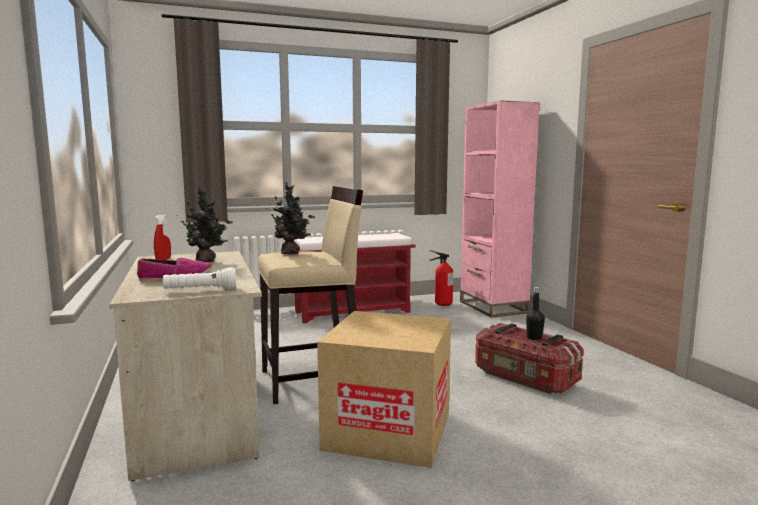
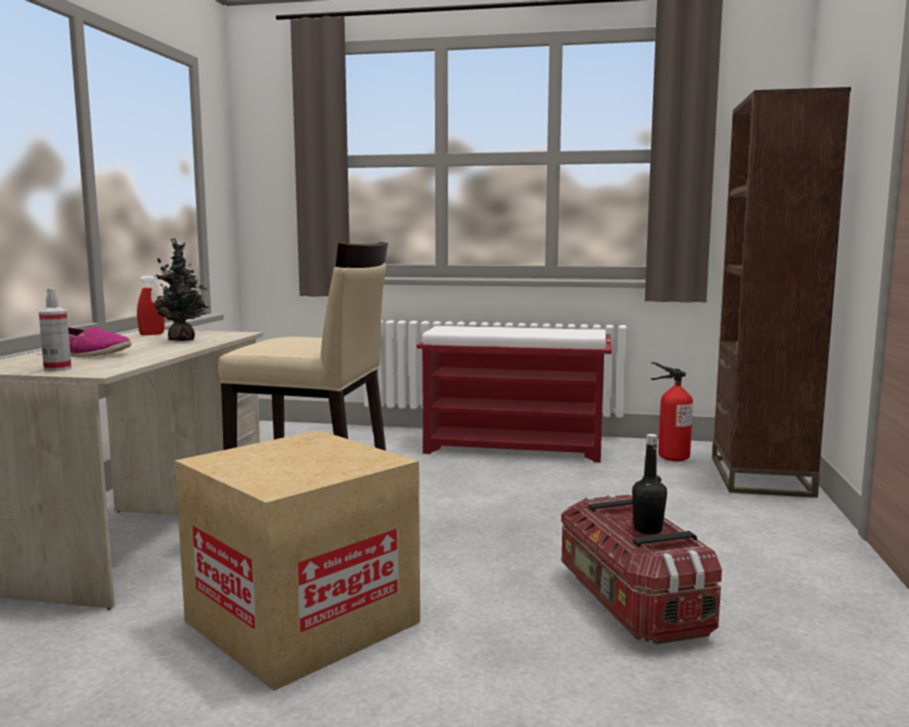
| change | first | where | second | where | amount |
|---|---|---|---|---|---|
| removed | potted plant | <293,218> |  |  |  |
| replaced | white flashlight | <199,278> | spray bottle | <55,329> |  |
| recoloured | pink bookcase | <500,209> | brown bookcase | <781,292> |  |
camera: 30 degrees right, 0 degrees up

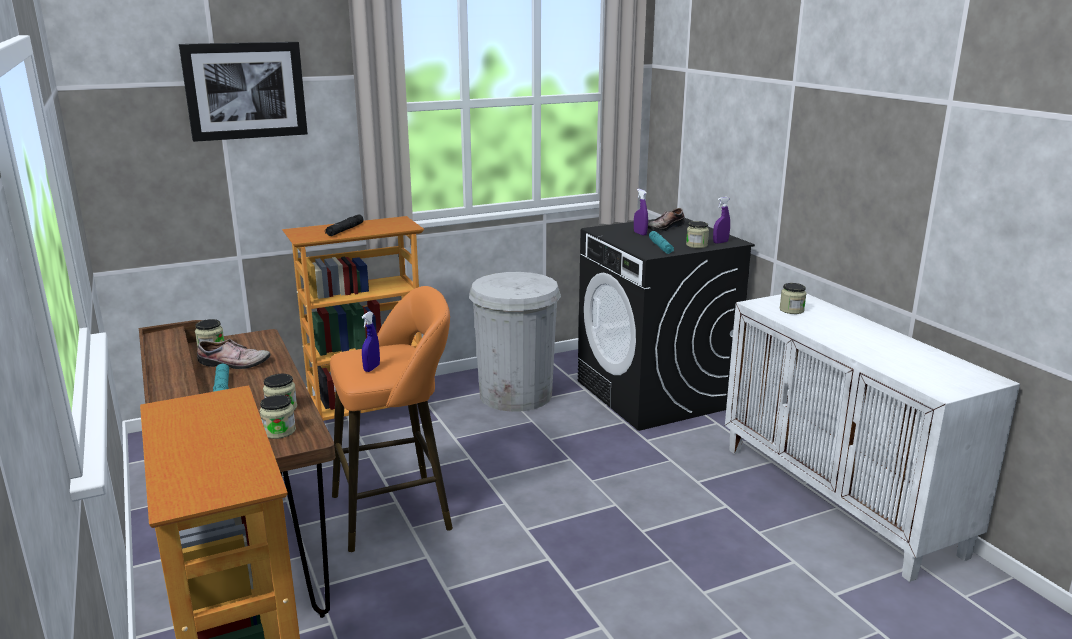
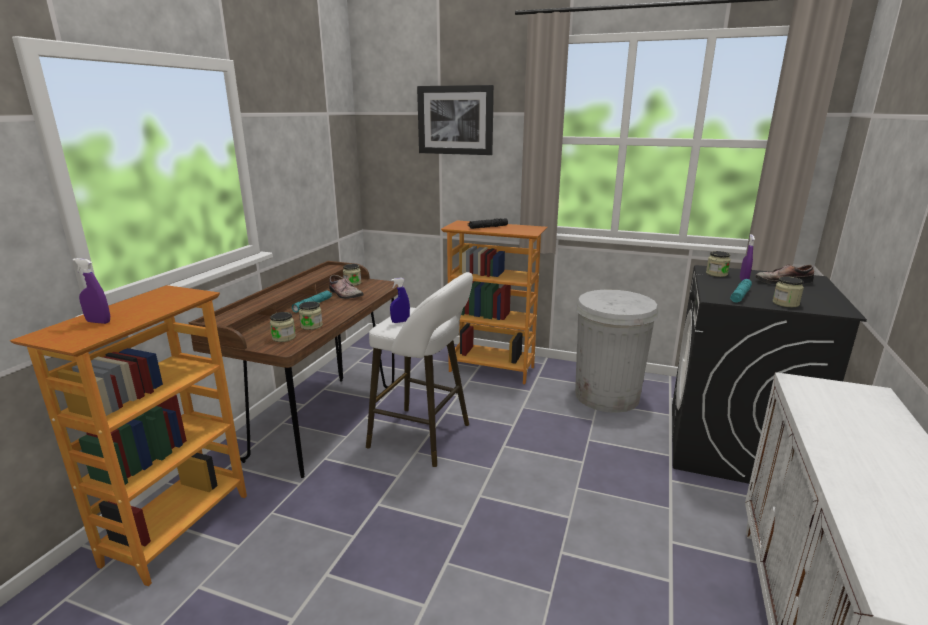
| change | first | where | second | where | amount |
|---|---|---|---|---|---|
| moved | purple spray bottle | <721,220> |  | <91,291> |  |
| moved | jar | <793,298> |  | <718,264> |  |
| recoloured | orange stool | <391,419> | white stool | <419,369> |  |
camera: 45 degrees right, 0 degrees up

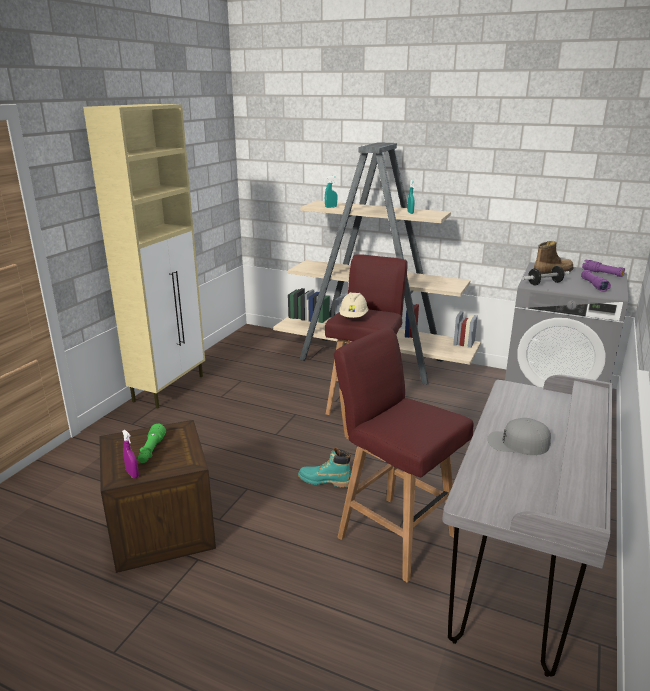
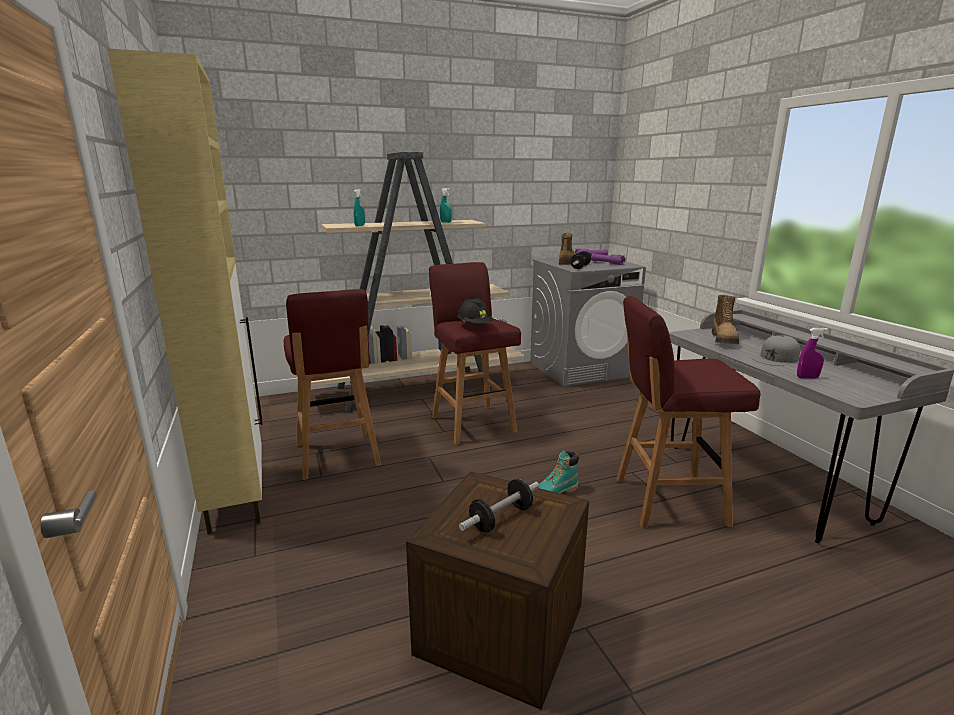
| change | first | where | second | where | amount |
|---|---|---|---|---|---|
| added |  |  | red stool | <332,384> |  |
| added |  |  | boot | <725,319> |  |
| moved | purple spray bottle | <130,454> |  | <812,353> |  |
| replaced | green flashlight | <152,443> | dumbbell | <499,505> |  |
| recoloured | beige hard hat | <353,305> | black hard hat | <476,311> |  |
camera: 45 degrees left, 5 degrees down

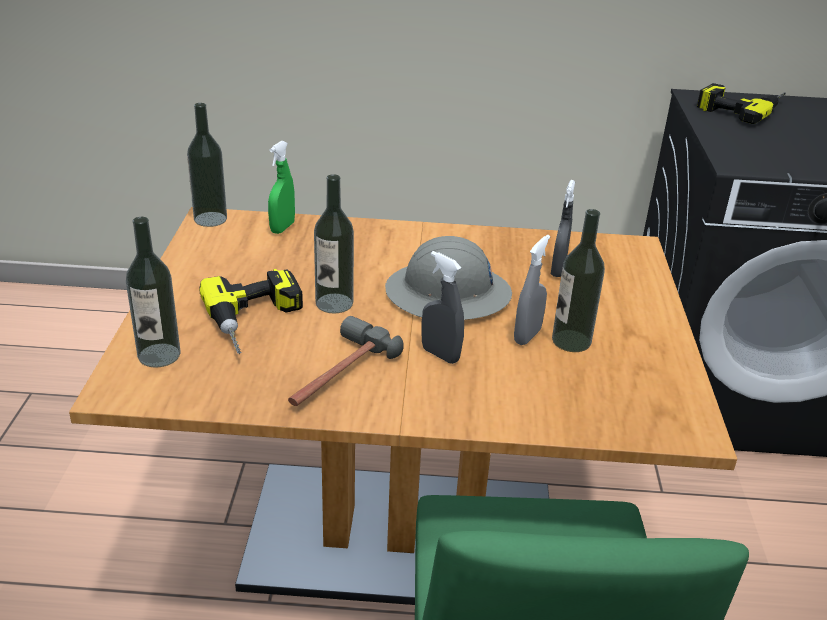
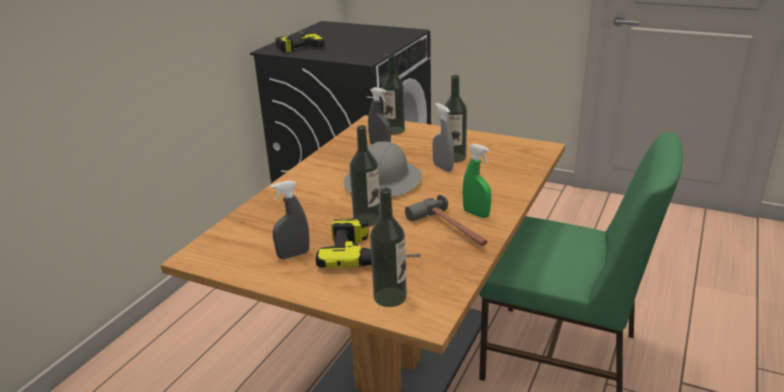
| change | first | where | second | where | amount |
|---|---|---|---|---|---|
| moved | bottle | <207,165> |  | <393,94> |  |
| moved | green spray bottle | <281,187> |  | <476,180> |  |
| moved | grey spray bottle | <442,307> |  | <290,219> |  |
camera: 65 degrees left, 5 degrees down

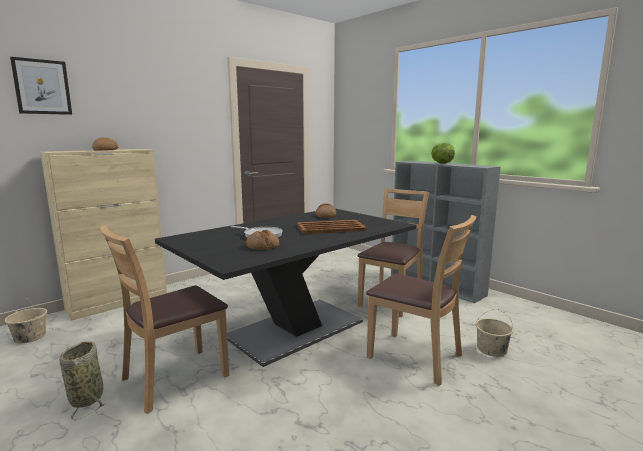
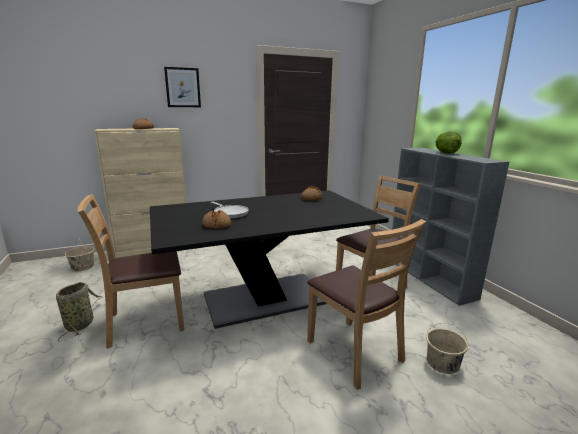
| change | first | where | second | where | amount |
|---|---|---|---|---|---|
| removed | brown tray | <332,227> |  |  |  |
| moved | picture | <41,86> |  | <182,87> |  |
camera: 20 degrees right, 5 degrees up

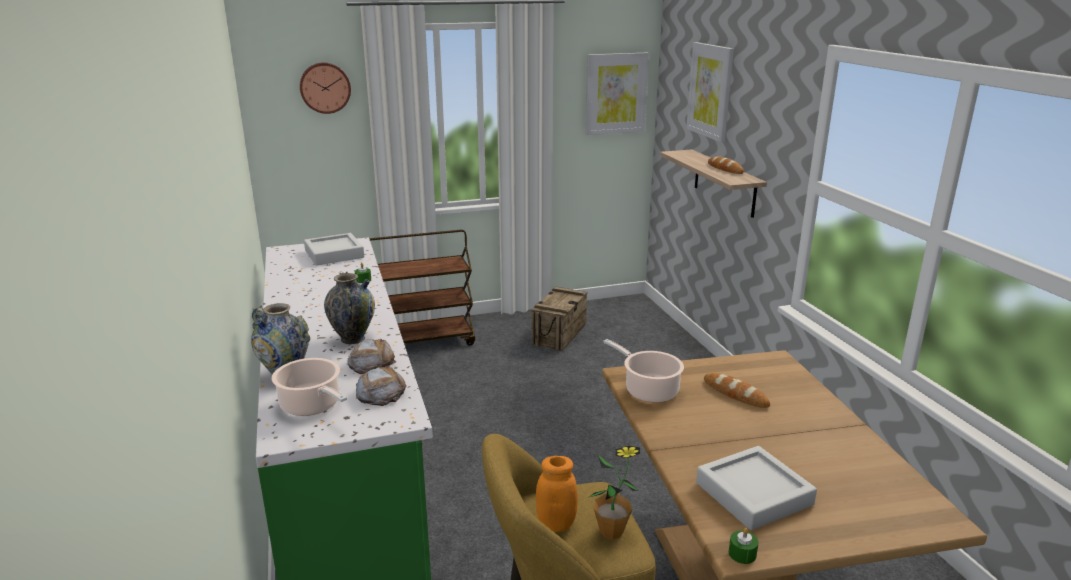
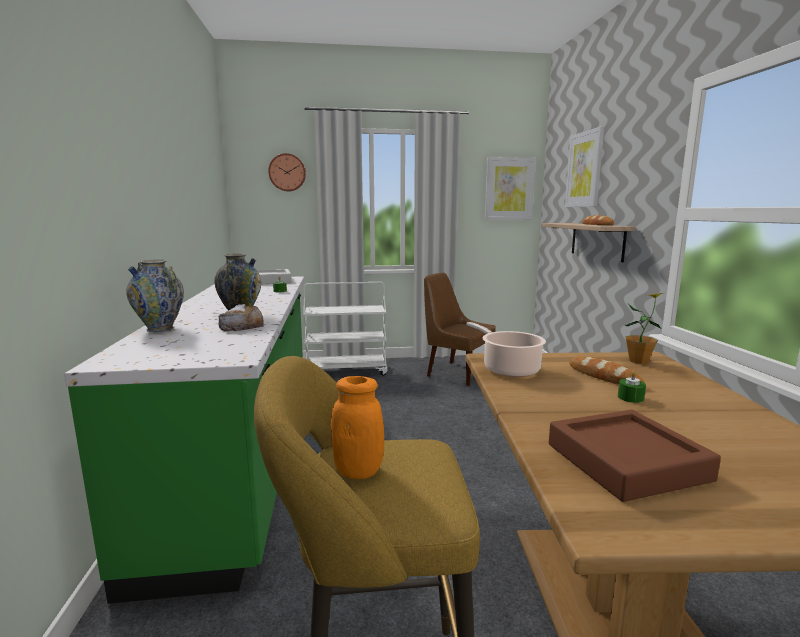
| change | first | where | second | where | amount |
|---|---|---|---|---|---|
| removed | cooking pot | <309,387> |  |  |  |
| removed | bread | <381,386> |  |  |  |
| moved | potted plant | <614,492> |  | <644,328> |  |
| moved | green candle | <743,546> |  | <632,387> |  |
| replaced | crate | <559,319> | brown chair | <460,329> |  |
| recoloured | brown cart | <422,288> | white cart | <345,329> |  |
| recoloured | grey tray | <756,488> | brown tray | <635,456> |  |
camera: 10 degrees right, 10 degrees down

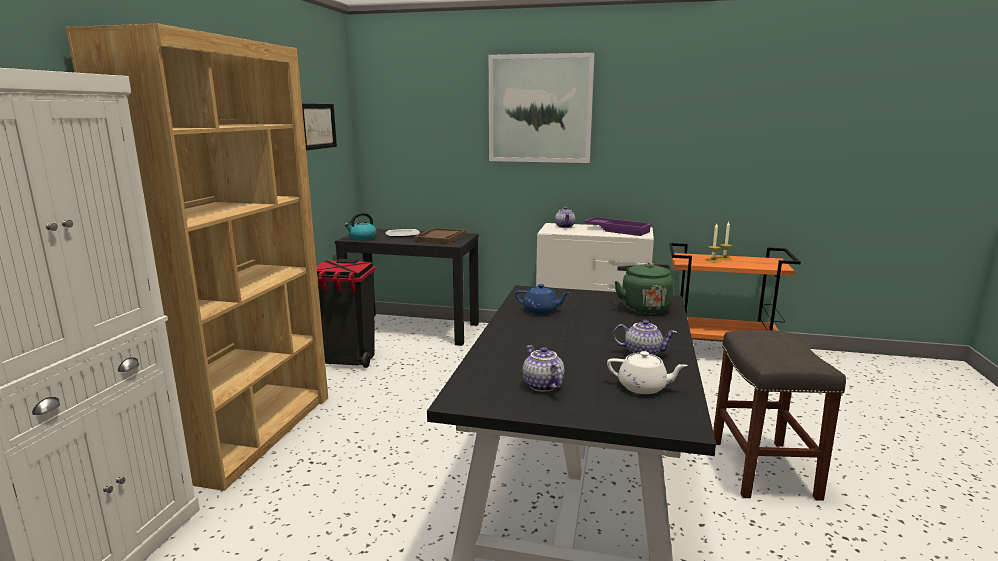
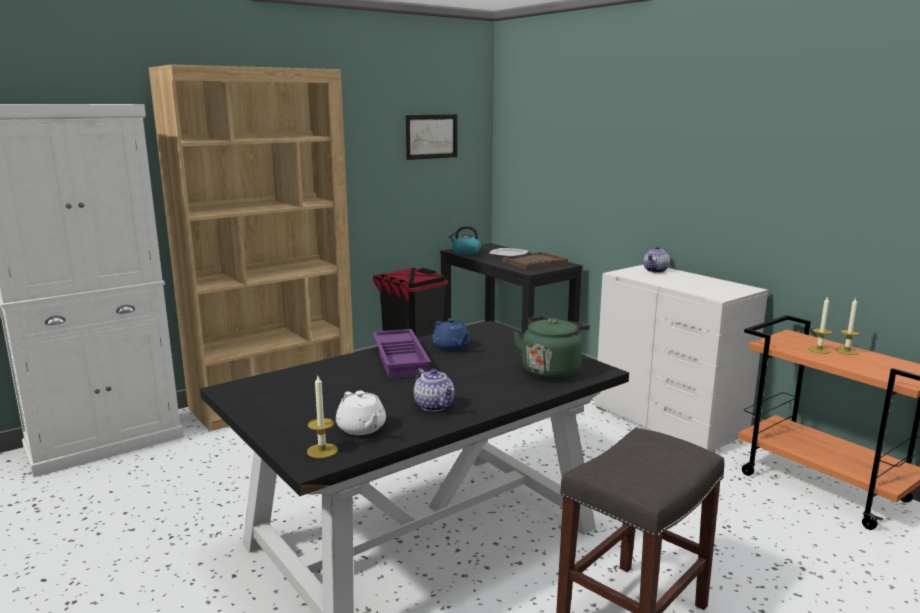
| change | first | where | second | where | amount |
|---|---|---|---|---|---|
| removed | picture | <541,108> |  |  |  |
| removed | teapot | <544,368> |  |  |  |
| added |  |  | candle | <322,417> |  |
| moved | purple tray | <618,226> |  | <401,354> |  |
camera: 40 degrees right, 0 degrees up

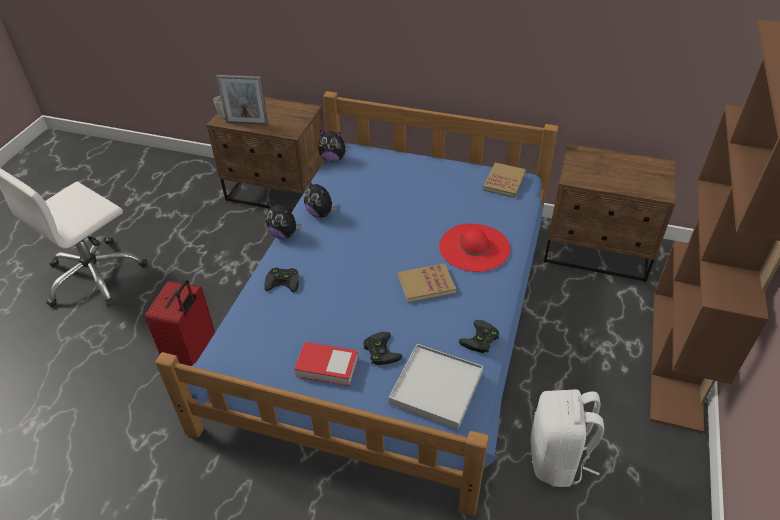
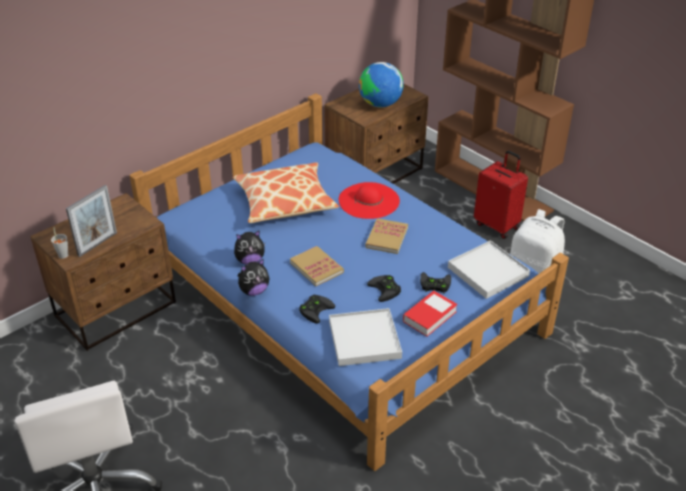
| change | first | where | second | where | amount |
|---|---|---|---|---|---|
| removed | plush toy | <334,146> |  |  |  |
| added |  |  | pillow | <286,192> |  |
| added |  |  | white tray | <365,337> |  |
| added |  |  | globe | <381,85> |  |
| moved | red suitcase | <180,323> |  | <501,194> |  |
| moved | black game controller | <479,336> |  | <384,288> |  |
| moved | book | <504,180> |  | <317,266> |  |
camera: 60 degrees left, 5 degrees down

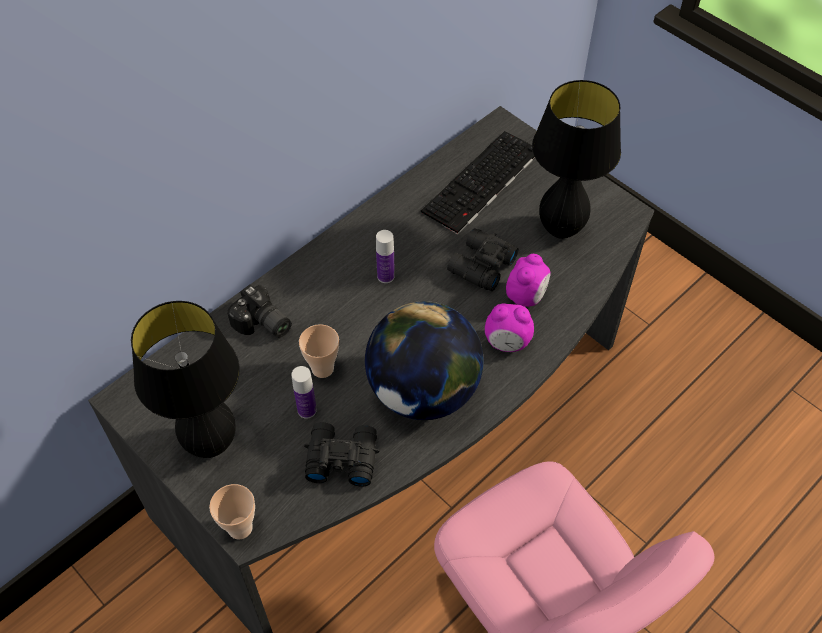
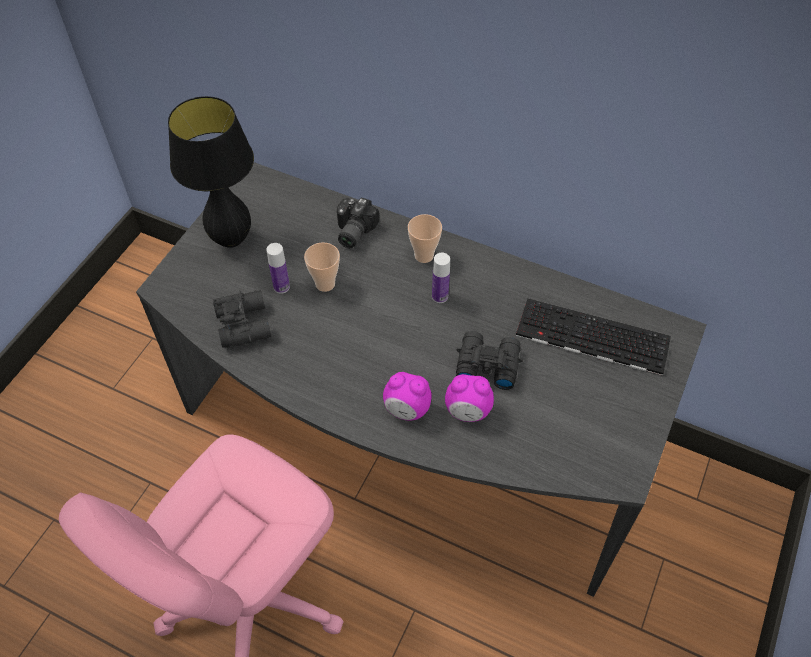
| change | first | where | second | where | amount |
|---|---|---|---|---|---|
| removed | globe | <424,360> |  |  |  |
| removed | black table lamp | <576,159> |  |  |  |
| moved | cup | <232,511> |  | <425,238> |  |
| turned | alarm clock | <509,327> |  | <407,396> | 60 degrees counterclockwise |
camera: 70 degrees right, 0 degrees up

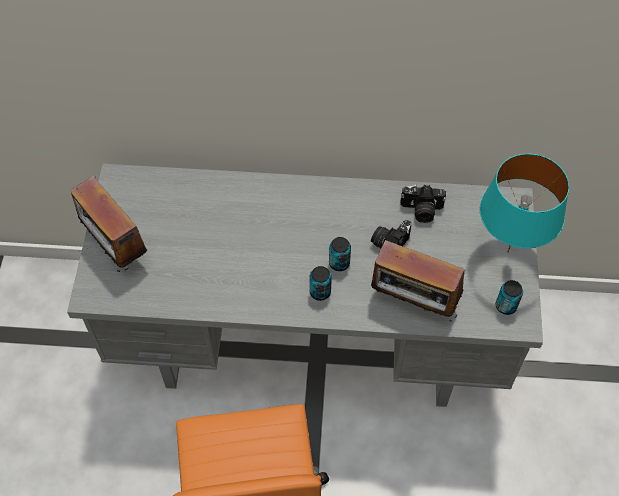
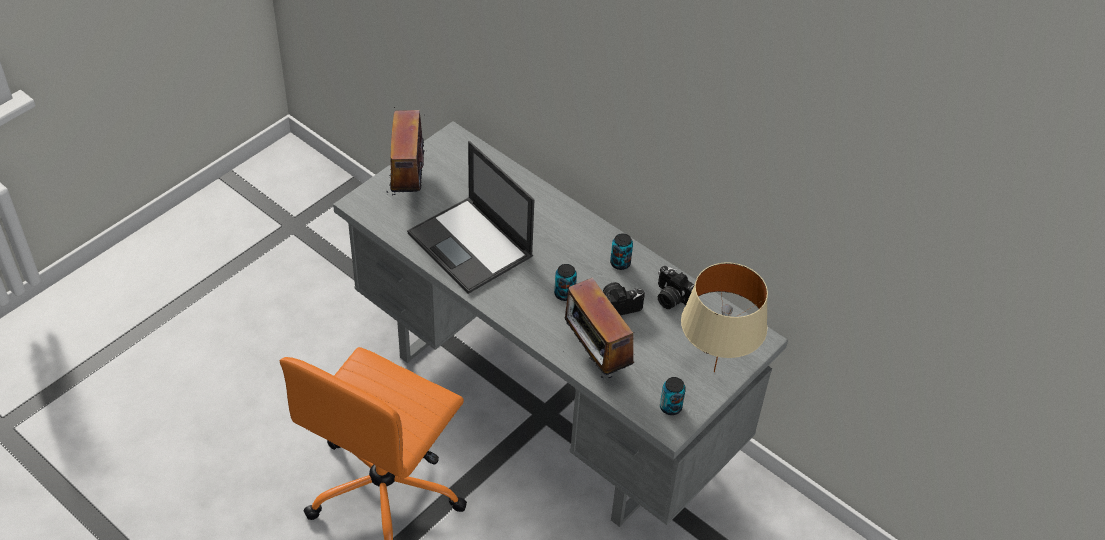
| change | first | where | second | where | amount |
|---|---|---|---|---|---|
| added |  |  | laptop | <470,217> |  |
| moved | can | <321,283> |  | <621,251> |  |
| recoloured | turquoise table lamp | <524,203> | beige table lamp | <724,317> |  |
camera: 35 degrees right, 10 degrees down

